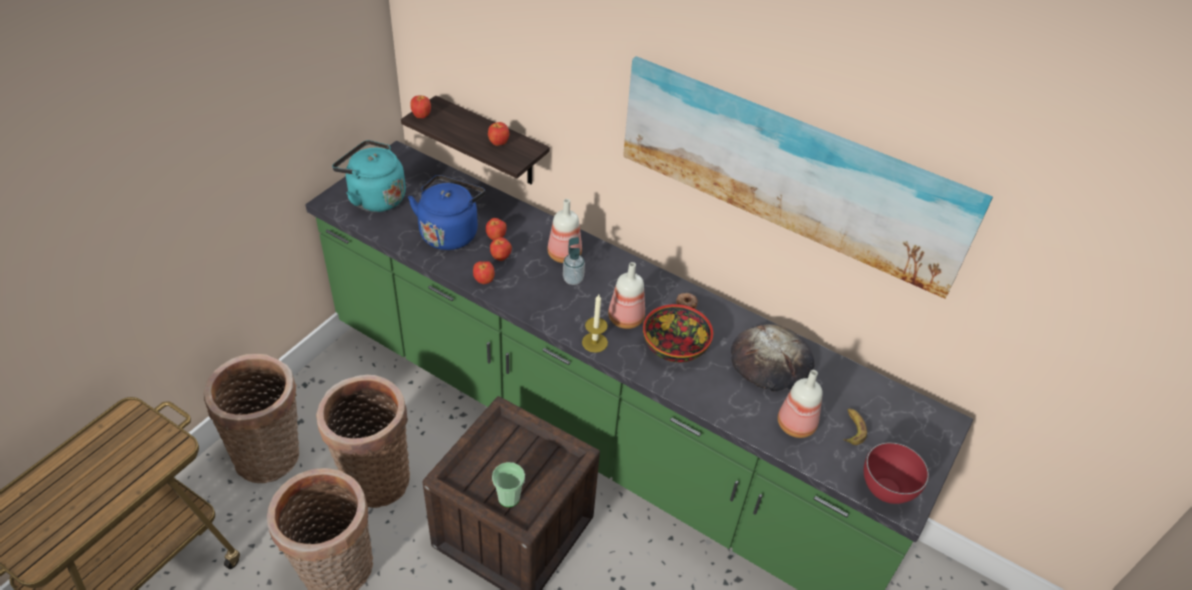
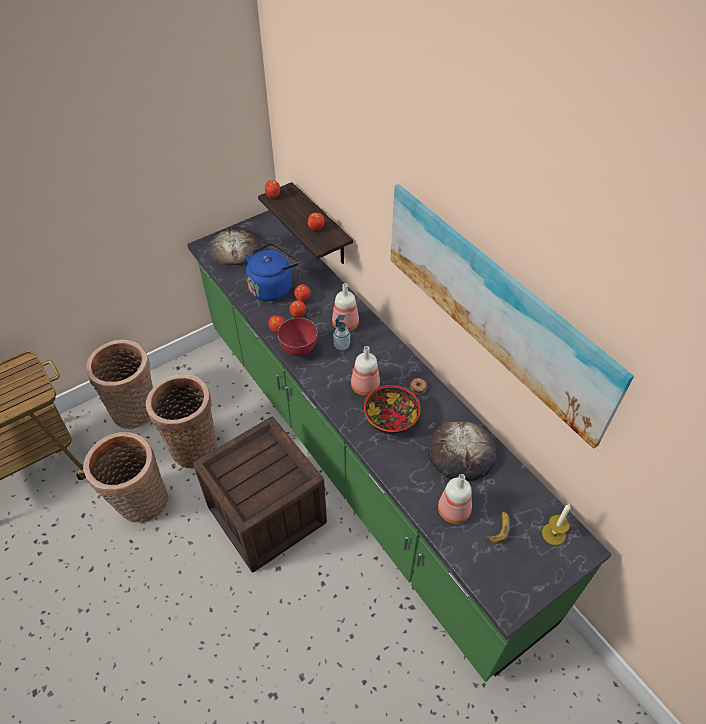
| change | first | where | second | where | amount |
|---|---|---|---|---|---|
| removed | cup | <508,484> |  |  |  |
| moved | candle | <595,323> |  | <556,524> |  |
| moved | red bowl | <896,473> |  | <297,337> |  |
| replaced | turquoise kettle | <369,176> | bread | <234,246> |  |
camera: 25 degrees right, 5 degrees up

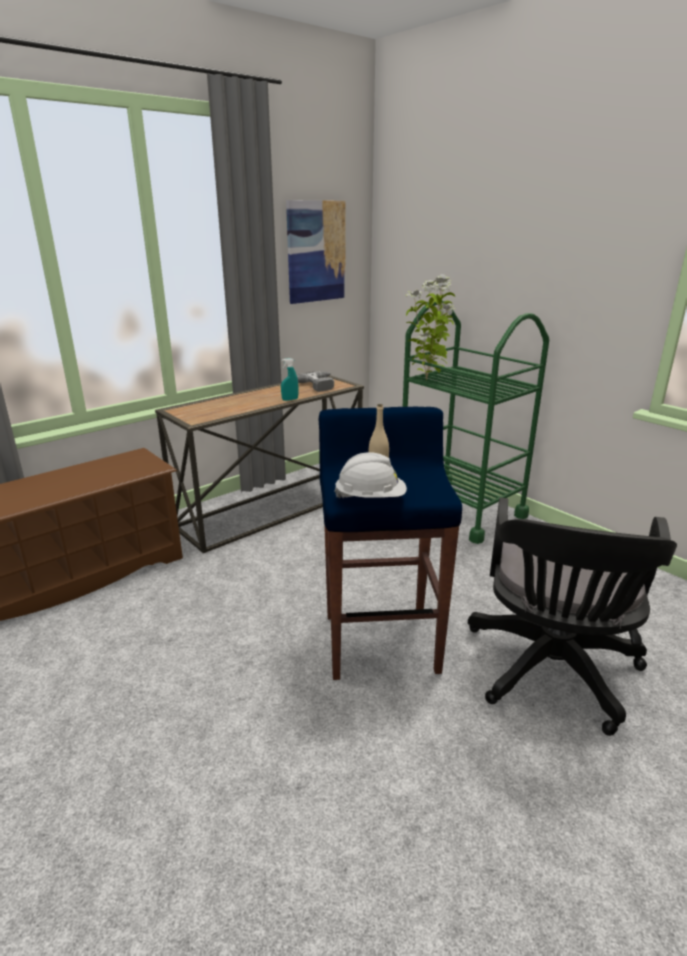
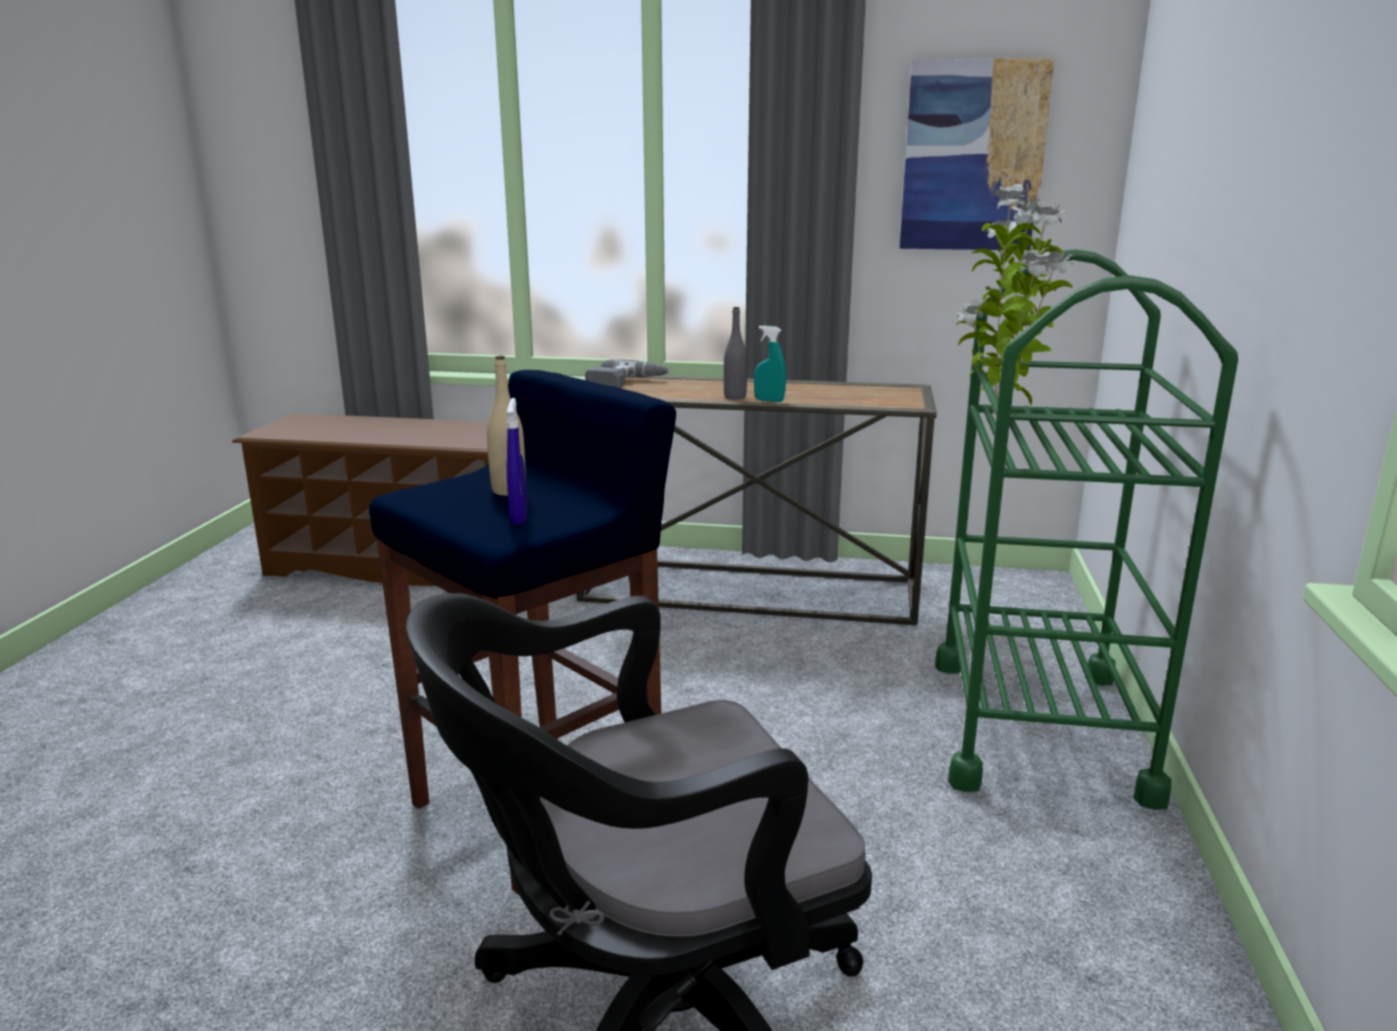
| change | first | where | second | where | amount |
|---|---|---|---|---|---|
| removed | white hard hat | <370,475> |  |  |  |
| added |  |  | blue spray bottle | <517,461> |  |
| added |  |  | grey bottle | <735,353> |  |
| moved | power drill | <315,381> |  | <627,373> |  |
camera: 50 degrees right, 5 degrees down

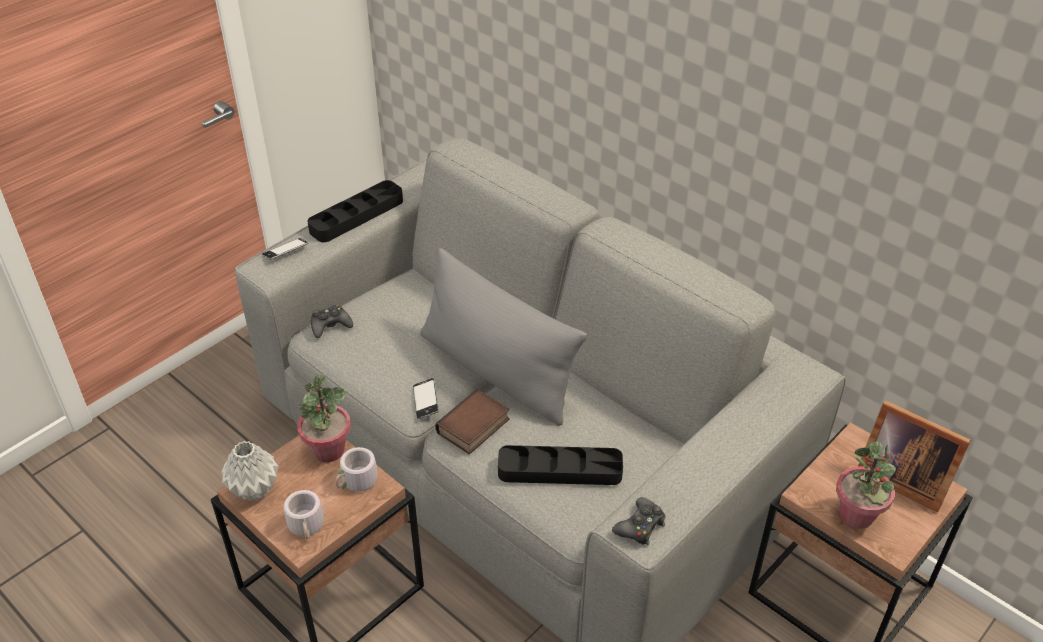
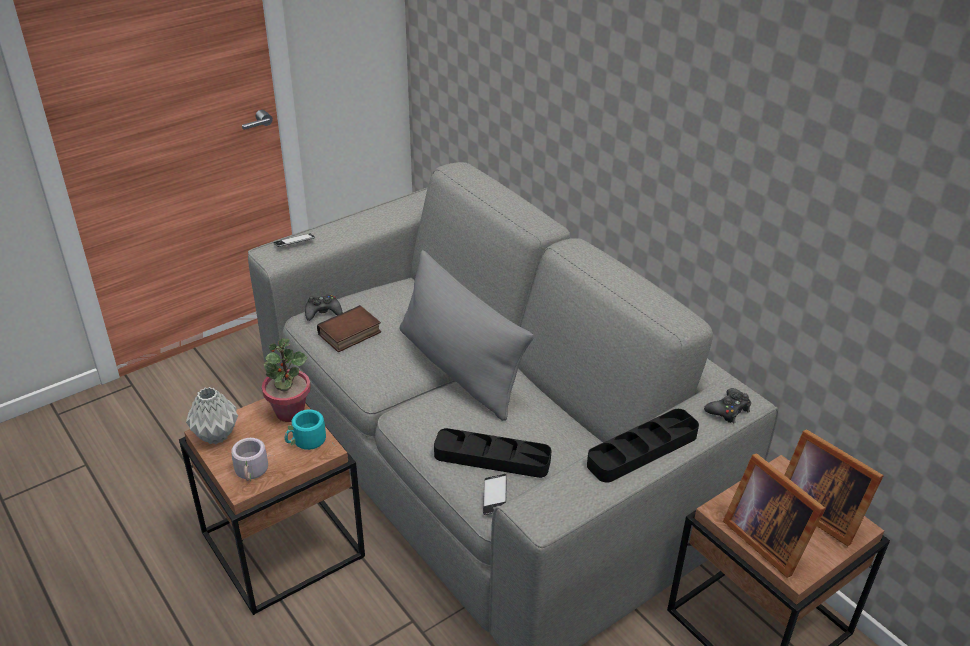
| change | first | where | second | where | amount |
|---|---|---|---|---|---|
| moved | black tray | <355,211> |  | <643,446> |  |
| moved | phone | <426,398> |  | <495,494> |  |
| moved | book | <472,421> |  | <349,328> |  |
| moved | black game controller | <638,521> |  | <727,405> |  |
| replaced | potted plant | <866,485> | picture frame | <774,515> |  |
| recoloured | grey mug | <356,469> | turquoise mug | <310,429> |  |
camera: 10 degrees right, 5 degrees down

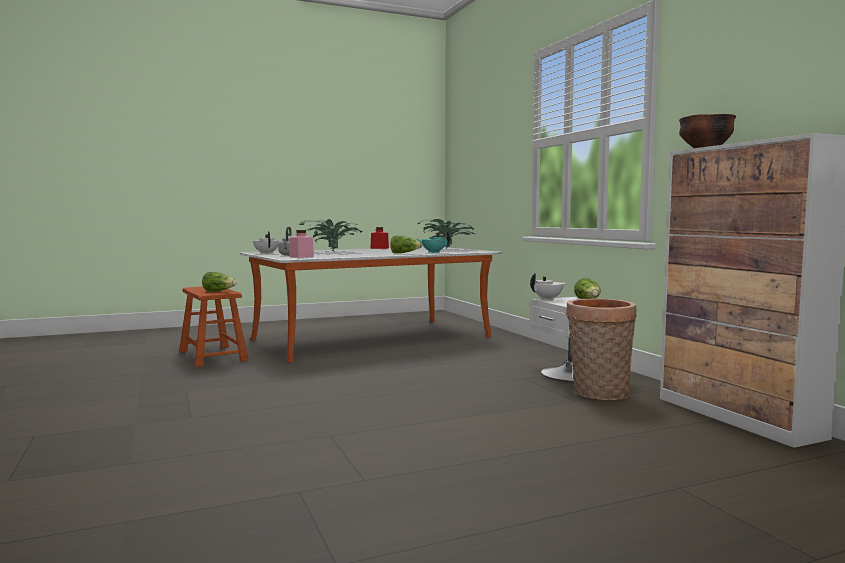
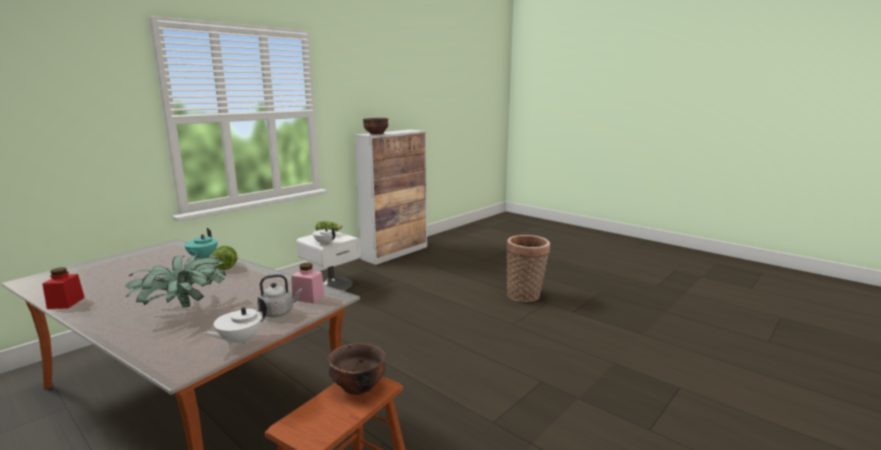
| change | first | where | second | where | amount |
|---|---|---|---|---|---|
| removed | potted plant | <446,234> |  |  |  |
| moved | basket | <601,349> |  | <528,268> |  |
| replaced | lettuce | <219,282> | brown bowl | <356,369> |  |
camera: 115 degrees left, 10 degrees up

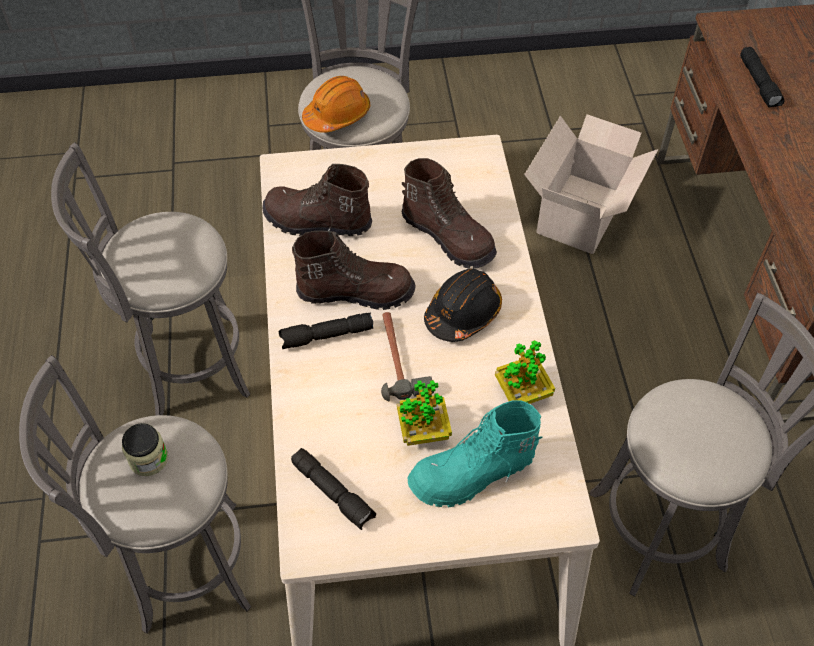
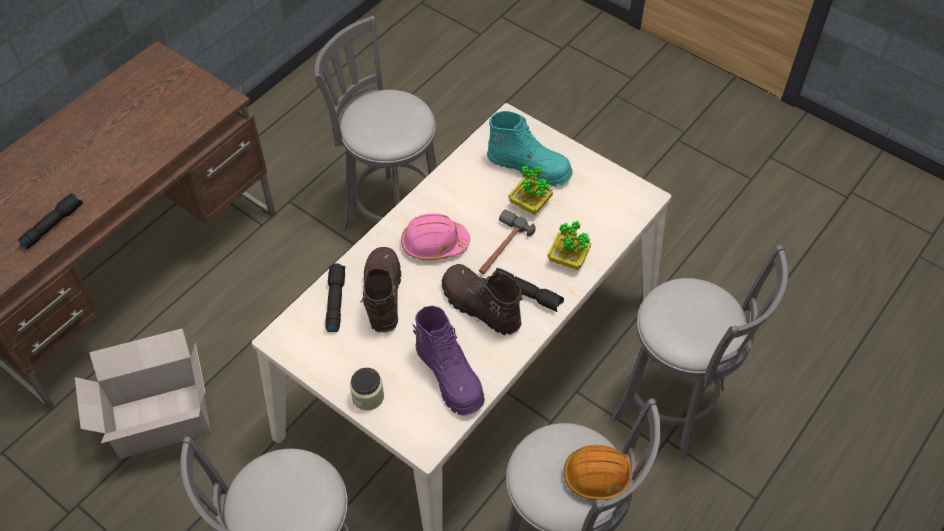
| change | first | where | second | where | amount |
|---|---|---|---|---|---|
| moved | jar | <145,449> |  | <367,389> |  |
| moved | black flashlight | <333,489> |  | <335,297> |  |
| moved | orange hard hat | <336,104> |  | <602,472> |  |
| moved | potted plant | <525,372> |  | <569,245> |  |
| recoloured | brown boot | <317,200> | purple boot | <449,361> |  |
| recoloured | black hard hat | <463,305> | pink hard hat | <435,236> |  |
camera: 135 degrees left, 0 degrees up

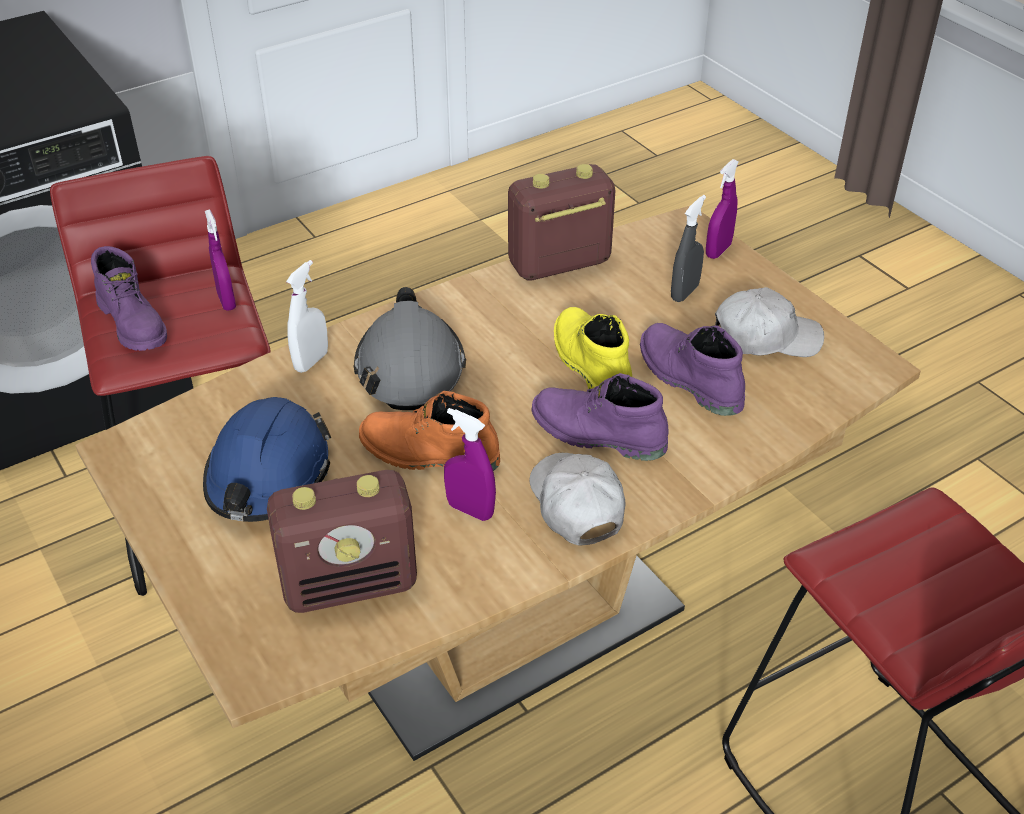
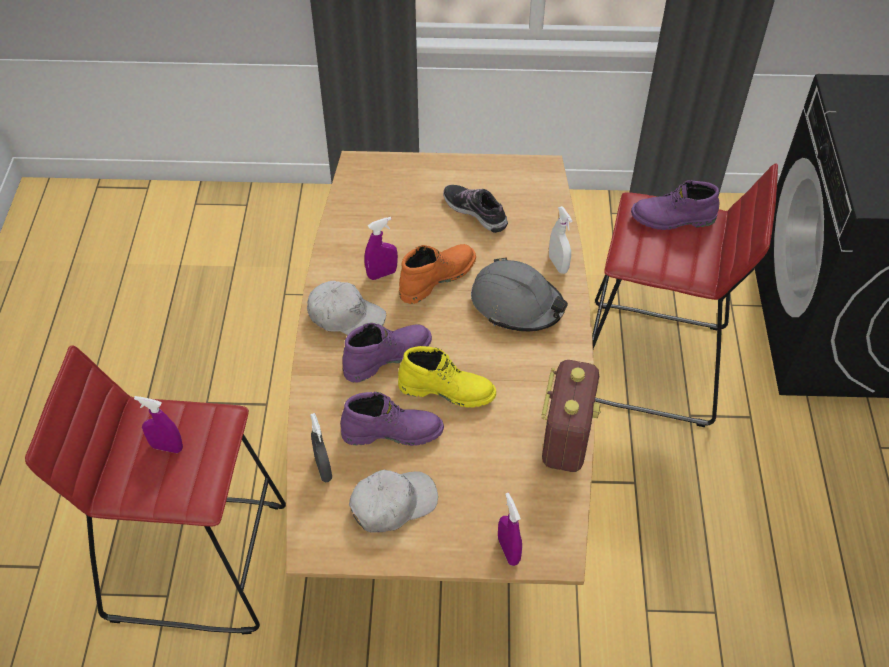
| change | first | where | second | where | amount |
|---|---|---|---|---|---|
| removed | radio | <342,541> |  |  |  |
| moved | purple spray bottle | <220,260> |  | <158,424> |  |
| moved | grey spray bottle | <688,248> |  | <321,447> |  |
| replaced | blue hard hat | <267,459> | shoe | <475,209> |  |
| turned | white cap | <769,322> |  | <393,501> | 150 degrees counterclockwise |
camera: 125 degrees right, 10 degrees up

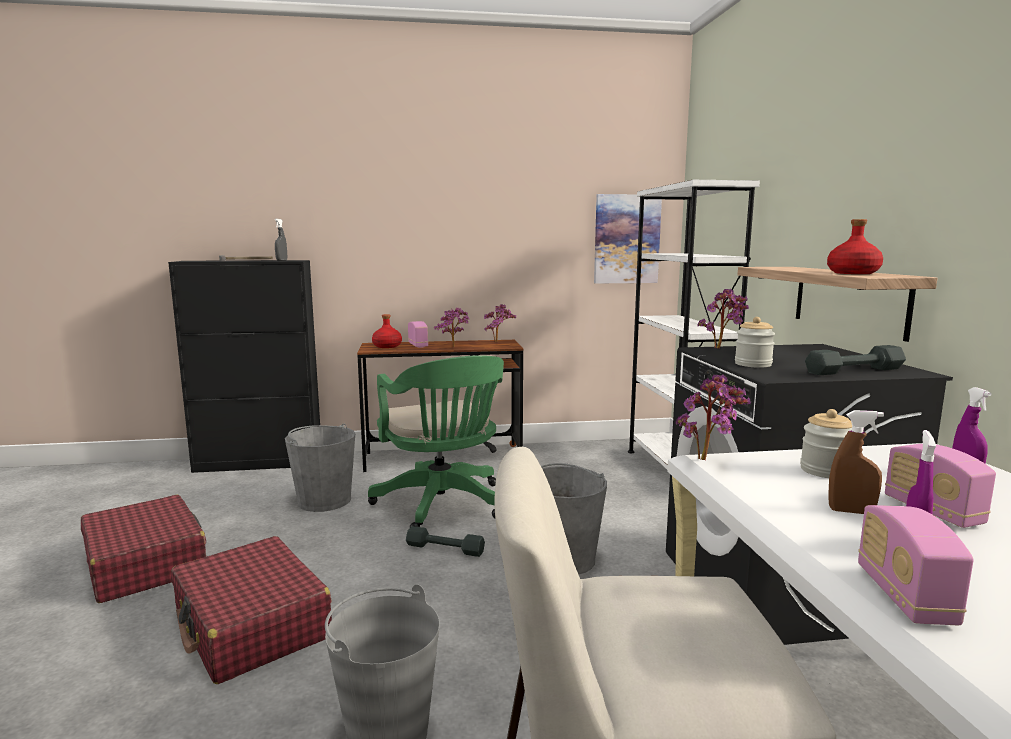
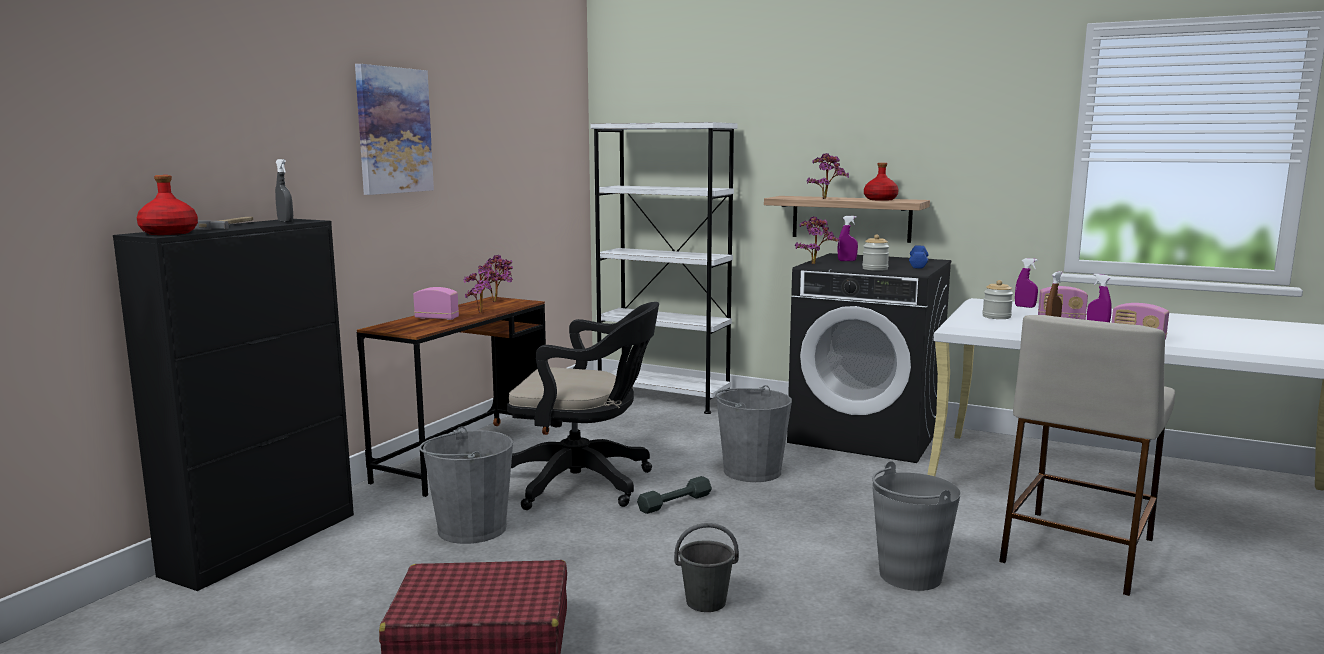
| change | first | where | second | where | amount |
|---|---|---|---|---|---|
| added |  |  | purple spray bottle | <848,238> |  |
| moved | red bottle | <387,331> |  | <167,205> |  |
| moved | picture | <628,239> |  | <394,129> |  |
| moved | potted plant | <713,417> |  | <828,176> |  |
| replaced | red suitcase | <251,610> | grey bucket | <706,567> |  |
| recoloured | green office chair | <436,441> | black office chair | <583,406> |  |
| recoloured | grey dumbbell | <855,360> | blue dumbbell | <919,256> |  |
camera: 55 degrees left, 0 degrees up

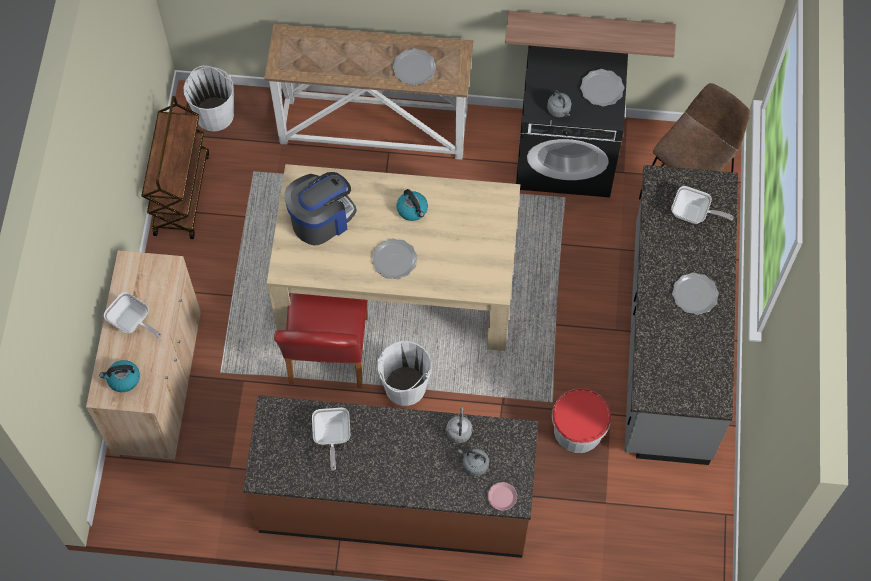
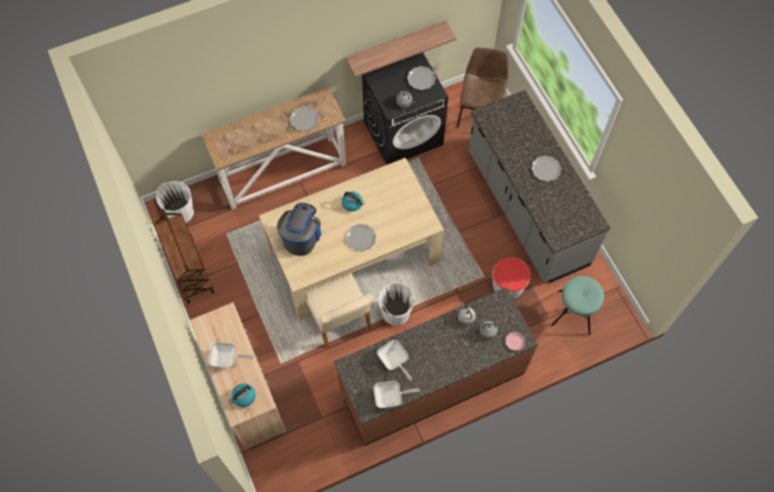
| change | first | where | second | where | amount |
|---|---|---|---|---|---|
| added |  |  | turquoise stool | <578,305> |  |
| moved | frying pan | <702,205> |  | <396,394> |  |
| recoloured | red chair | <321,340> | beige chair | <340,310> |  |
camera: 30 degrees left, 0 degrees up

